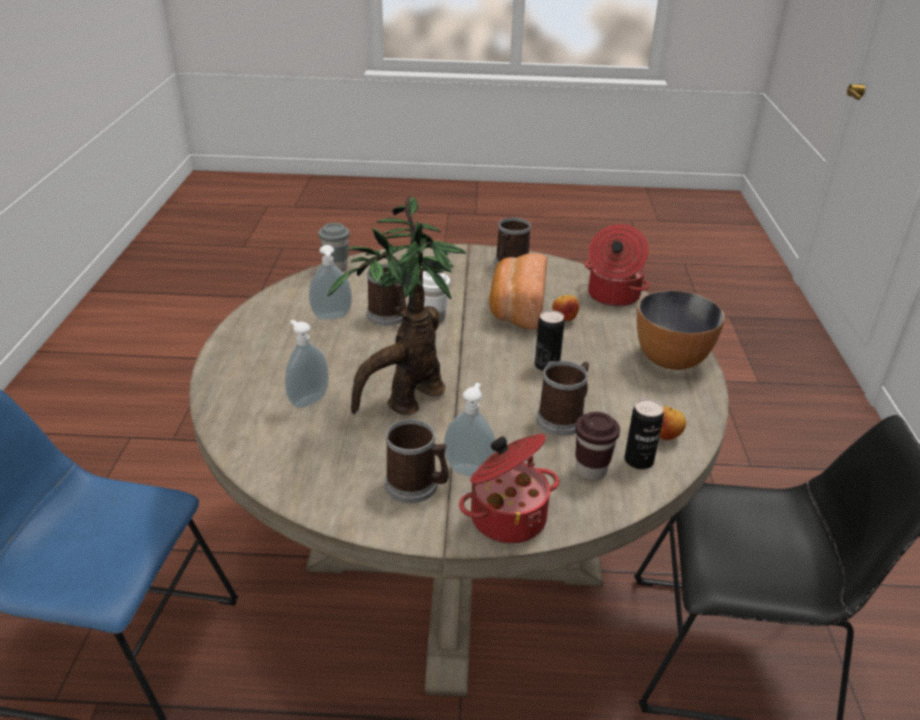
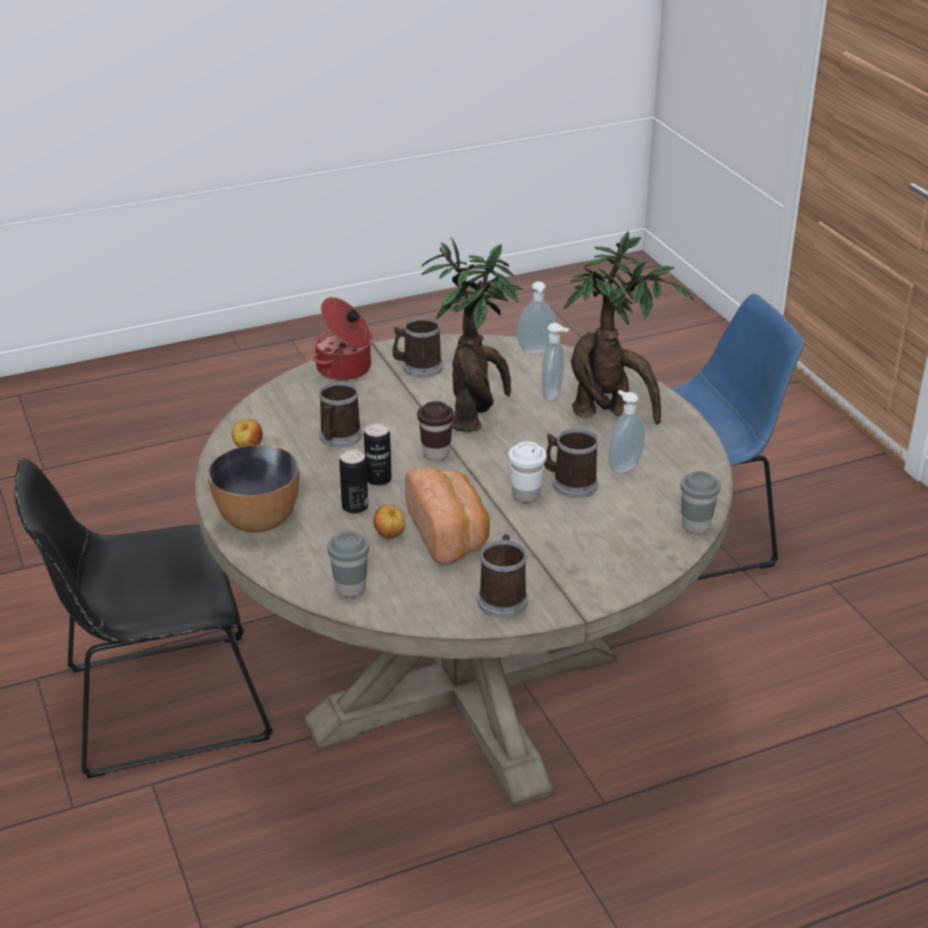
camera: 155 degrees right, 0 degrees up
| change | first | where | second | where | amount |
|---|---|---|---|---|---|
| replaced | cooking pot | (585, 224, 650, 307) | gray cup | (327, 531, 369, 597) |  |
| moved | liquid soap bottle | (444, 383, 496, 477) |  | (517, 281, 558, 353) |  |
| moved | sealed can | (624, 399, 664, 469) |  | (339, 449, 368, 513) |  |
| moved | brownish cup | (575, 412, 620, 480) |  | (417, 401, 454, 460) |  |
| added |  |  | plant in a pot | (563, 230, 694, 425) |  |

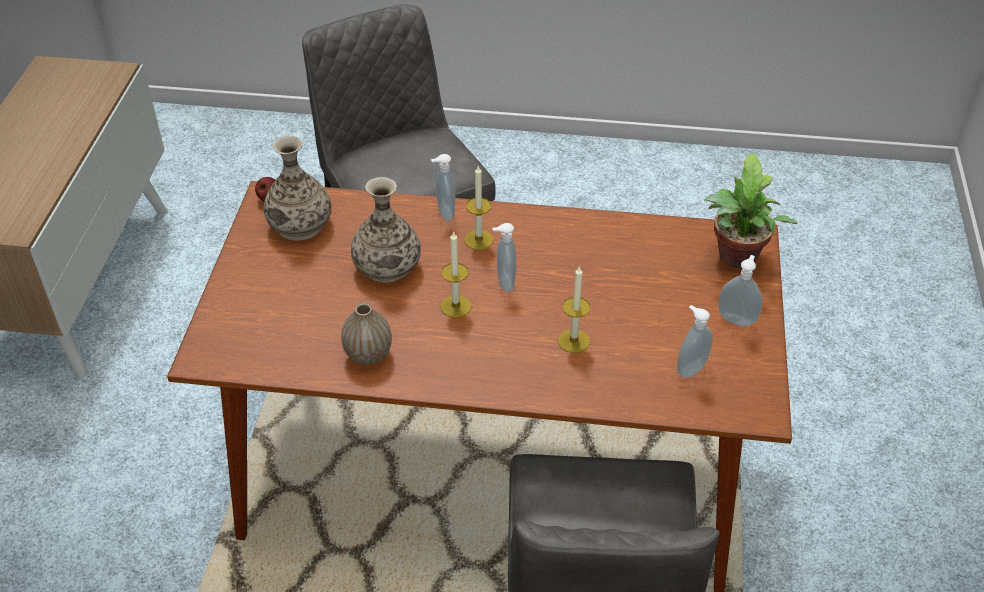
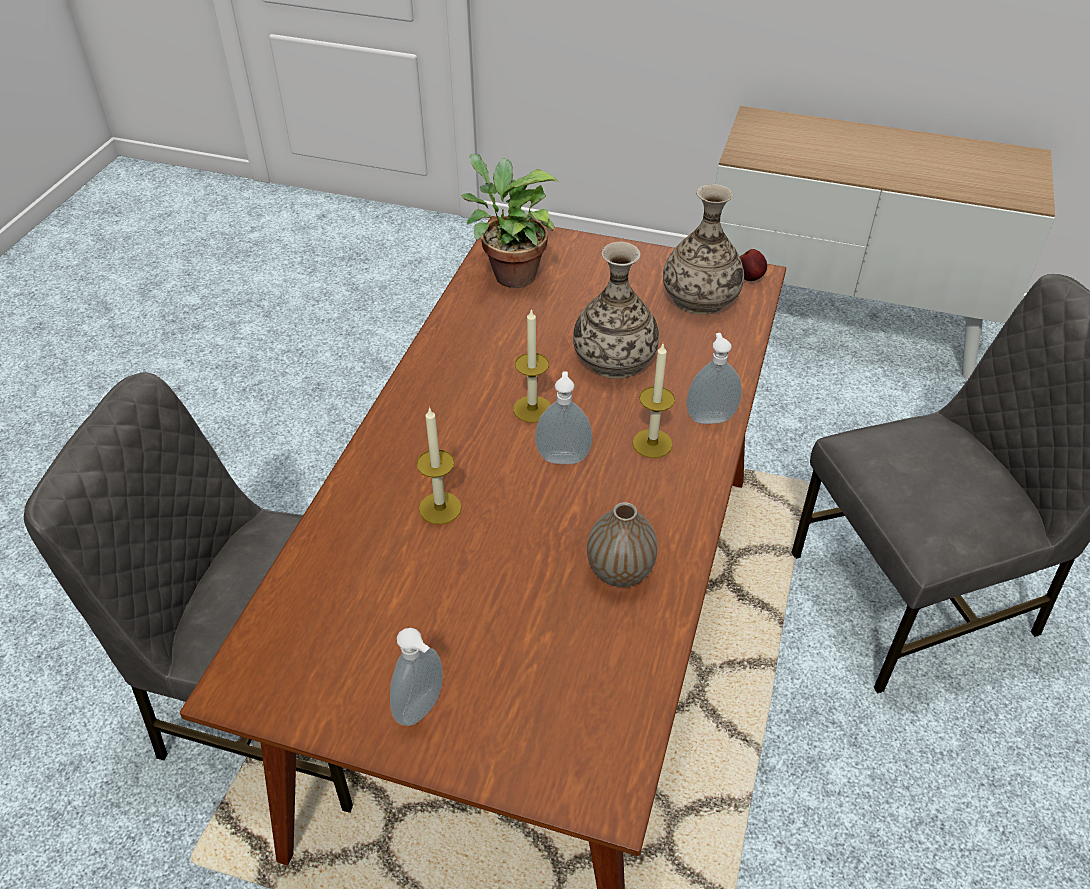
camera: 100 degrees right, 0 degrees up
| change | first | where | second | where | amount |
|---|---|---|---|---|---|
| moved | plant in a pot | (704, 153, 798, 269) |  | (461, 154, 558, 288) |  |
| moved | vase | (341, 303, 392, 365) |  | (587, 502, 658, 587) |  |
| removed | liquid soap bottle | (677, 305, 713, 378) |  |  |  |

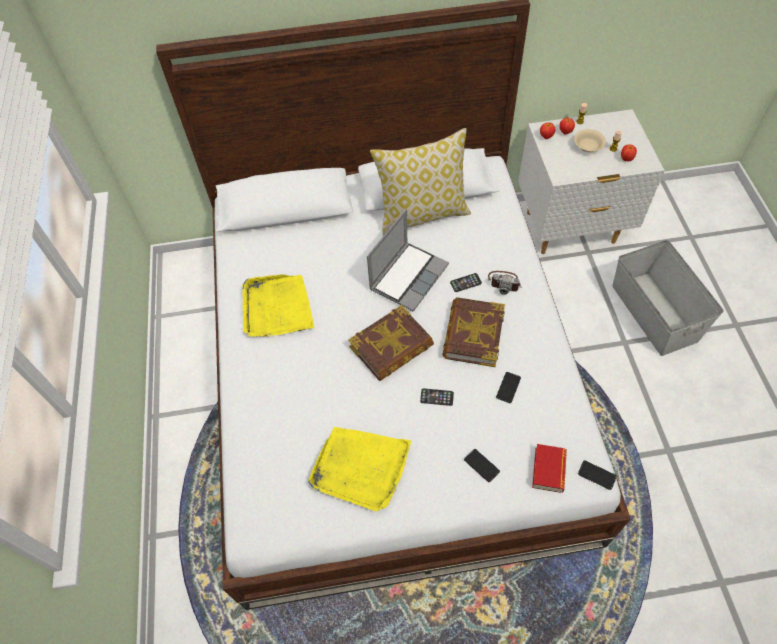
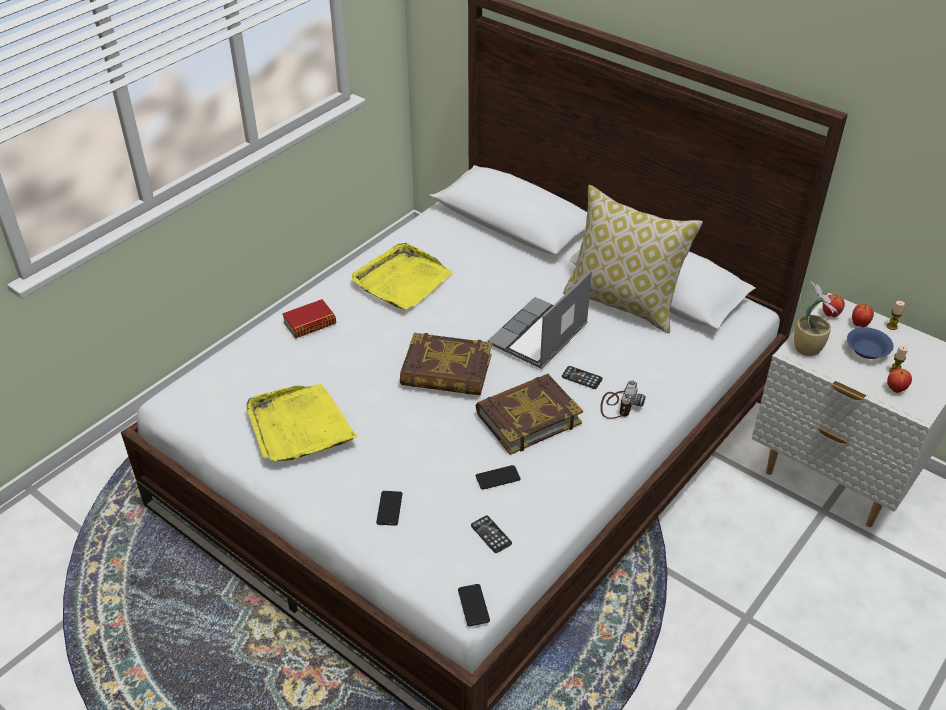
camera: 45 degrees right, 15 degrees down
| change | first | where | second | where | amount |
|---|---|---|---|---|---|
| recoloured | beige bowl | (574, 129, 606, 152) | blue-coloured bowl | (847, 327, 894, 359) |  |
| turned | laptop | (367, 209, 449, 312) |  | (488, 270, 592, 369) | 135 degrees clockwise |
| removed | gray storage bin | (613, 240, 724, 356) |  |  |  |
| turned | still camera | (488, 271, 522, 295) |  | (600, 380, 645, 419) | 135 degrees counterclockwise |
| moved | phone | (420, 388, 454, 406) |  | (471, 516, 512, 553) |  |
| moved | book | (532, 444, 567, 493) |  | (282, 299, 336, 339) |  |
| added |  |  | plant in a pot | (794, 282, 838, 356) |  |

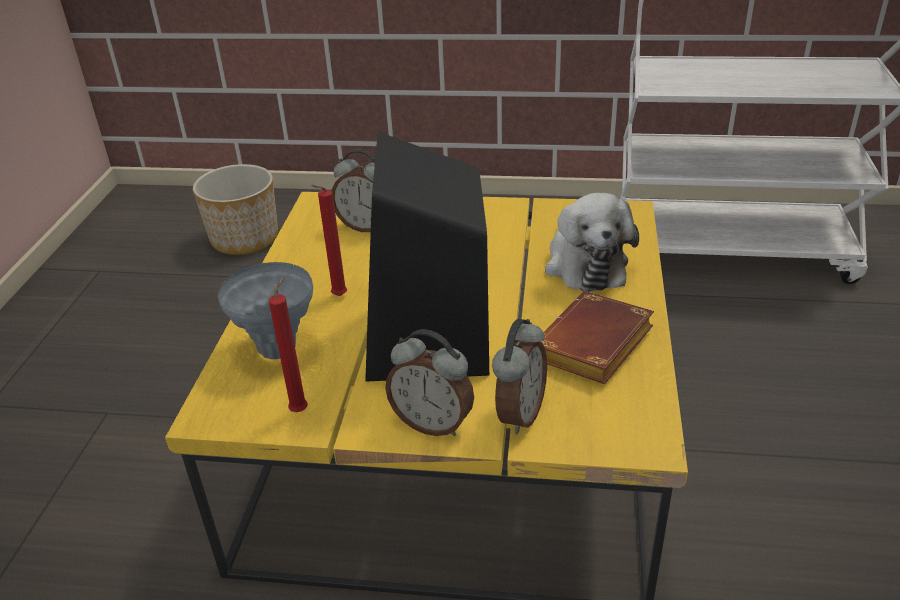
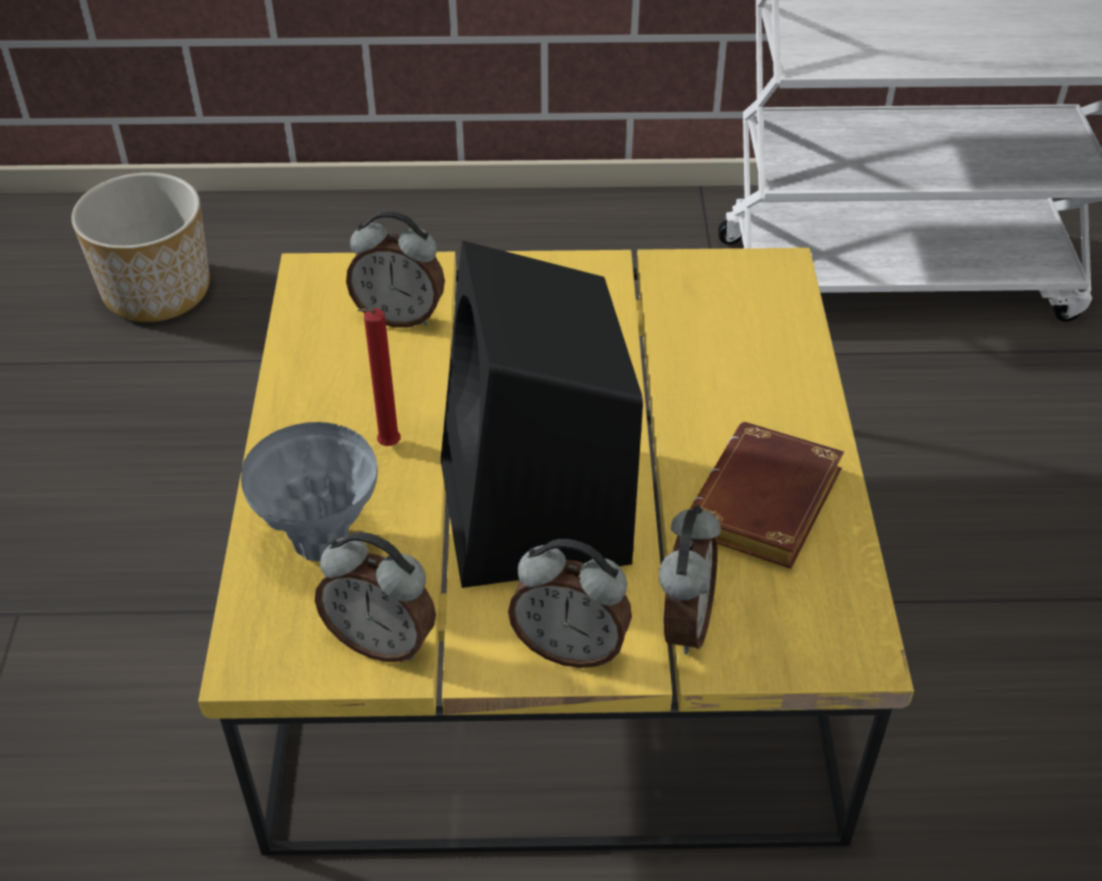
camera: 10 degrees left, 10 degrees up
| change | first | where | second | where | amount |
|---|---|---|---|---|---|
| removed | soft toy | (545, 193, 639, 292) |  |  |  |
| replaced | red-coloured wax candle | (269, 275, 308, 412) | alarm clock | (315, 532, 436, 662) |  |

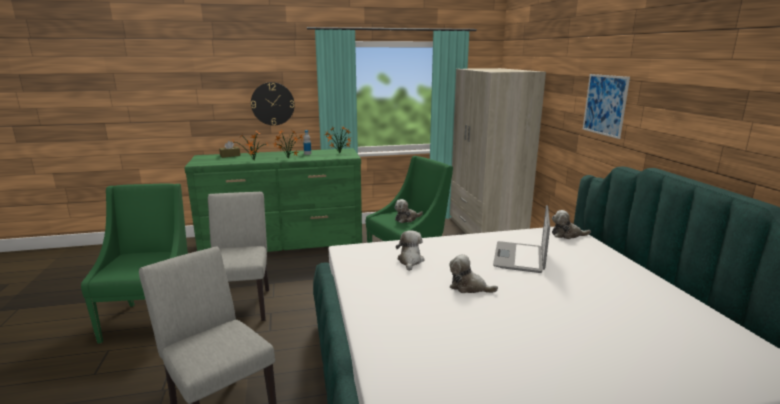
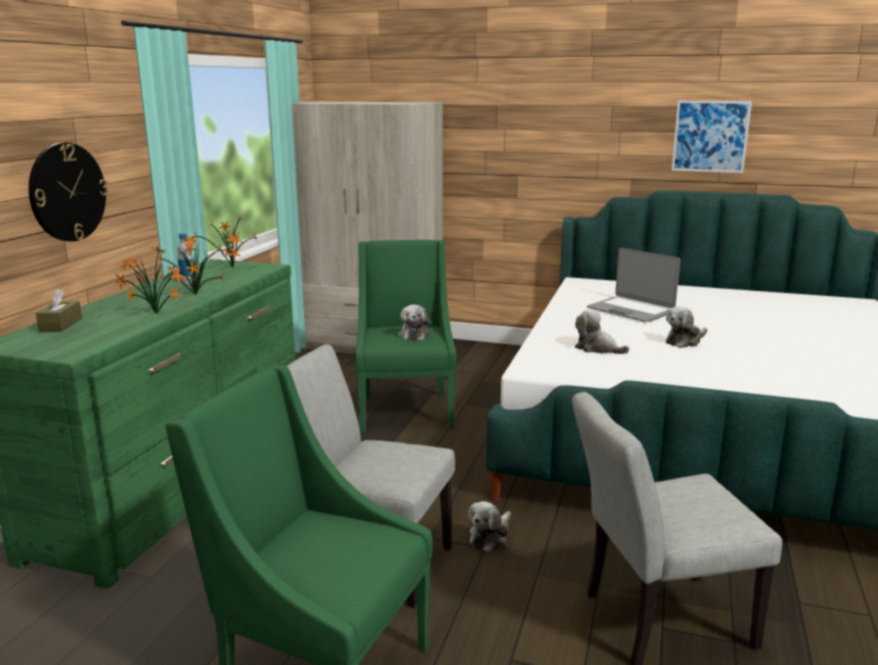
camera: 60 degrees left, 0 degrees up
| change | first | where | second | where | amount |
|---|---|---|---|---|---|
| moved | picture | (583, 74, 630, 139) |  | (672, 101, 752, 173) |  |
| moved | soft toy | (552, 210, 591, 239) |  | (468, 501, 511, 552) |  |

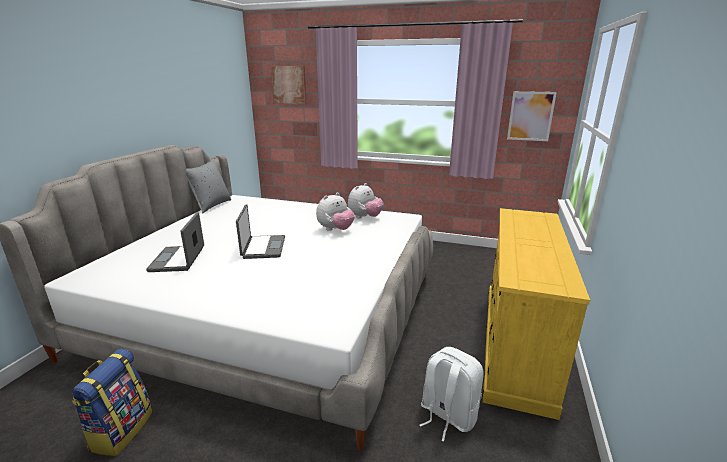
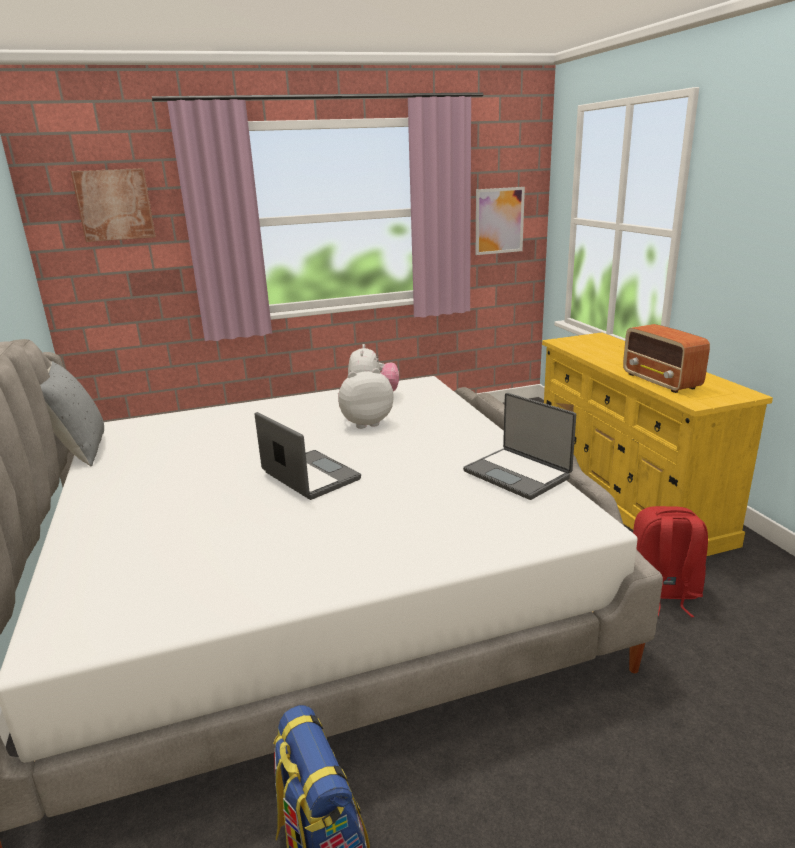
camera: 35 degrees left, 0 degrees up
| change | first | where | second | where | amount |
|---|---|---|---|---|---|
| turned | soft toy | (316, 193, 355, 231) |  | (338, 368, 393, 429) | 120 degrees counterclockwise |
| moved | laptop | (146, 212, 204, 272) |  | (463, 393, 576, 500) |  |
| recoloured | white-coloured backpack | (419, 347, 484, 442) | red-coloured backpack | (633, 506, 708, 617) |  |
| added |  |  | radio | (623, 324, 710, 393) |  |

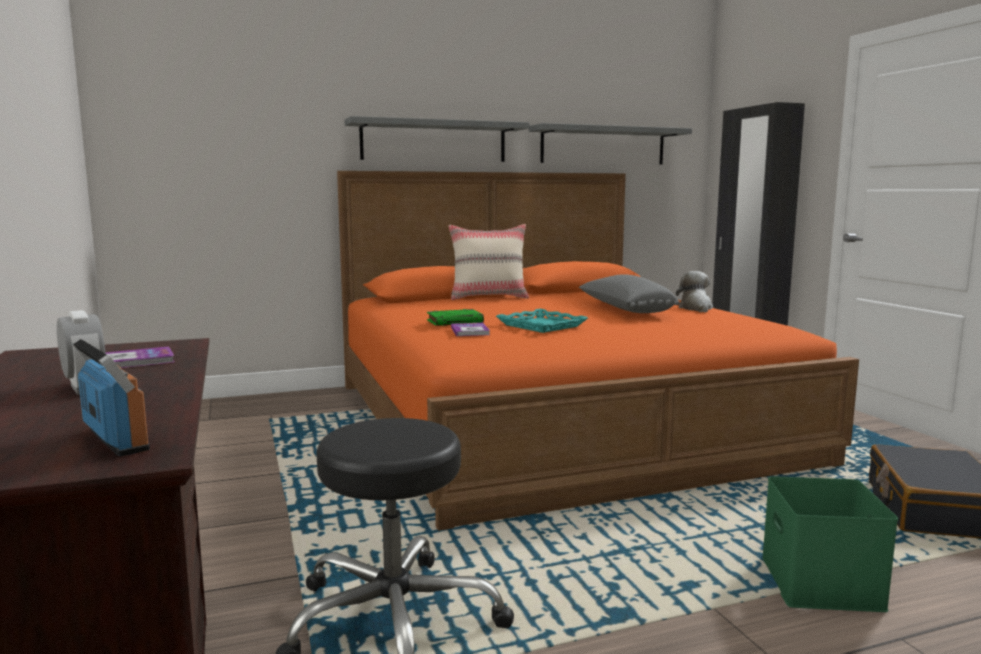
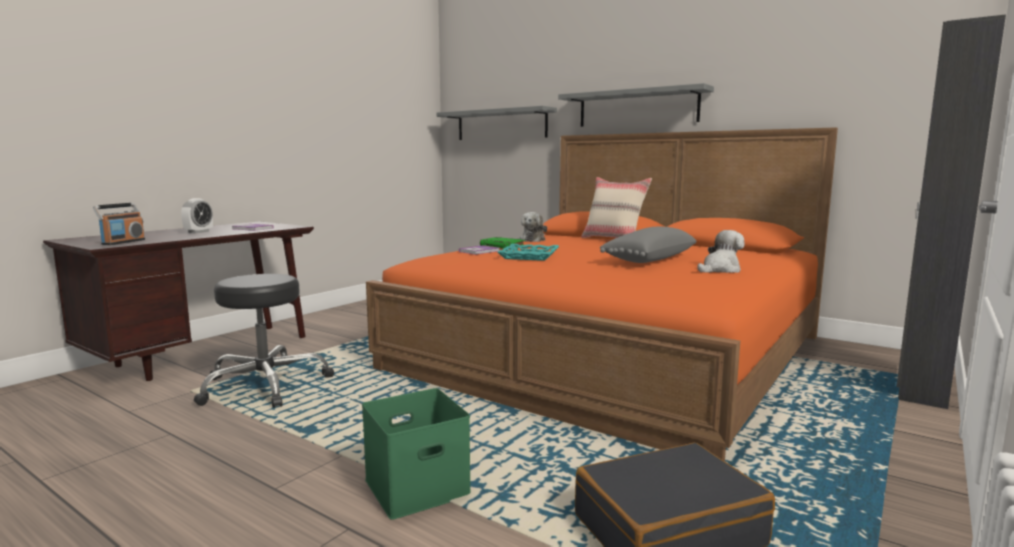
camera: 55 degrees right, 0 degrees up
| change | first | where | second | where | amount |
|---|---|---|---|---|---|
| moved | gray bracket shelf | (529, 123, 692, 164) |  | (437, 106, 557, 140) |  |
| added |  |  | soft toy | (519, 212, 547, 242) |  |

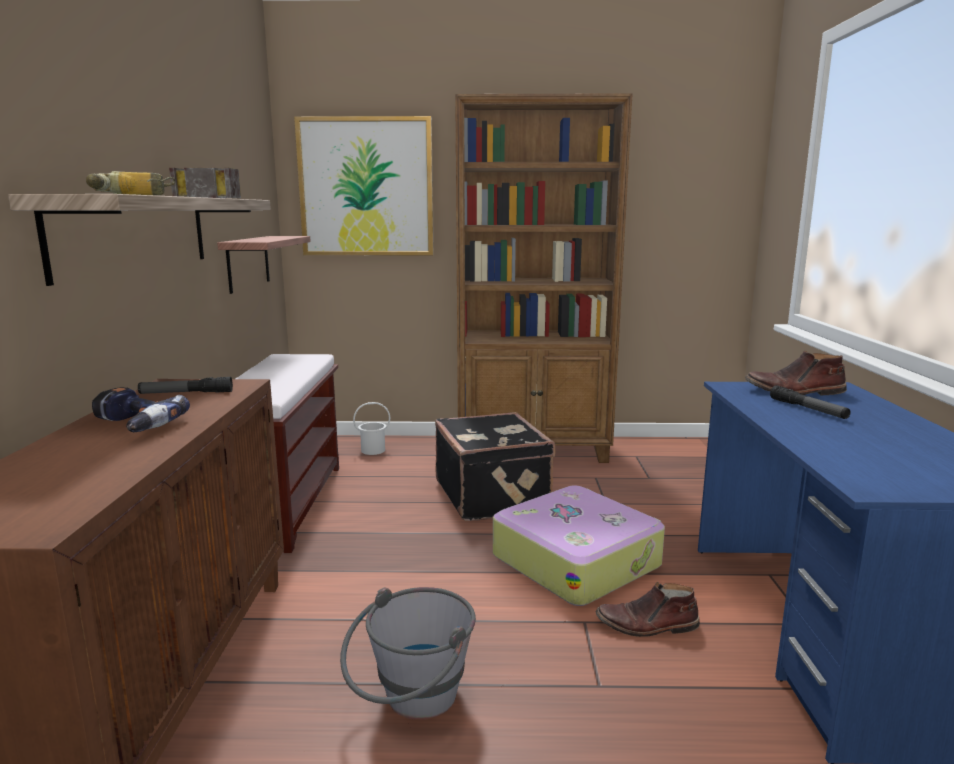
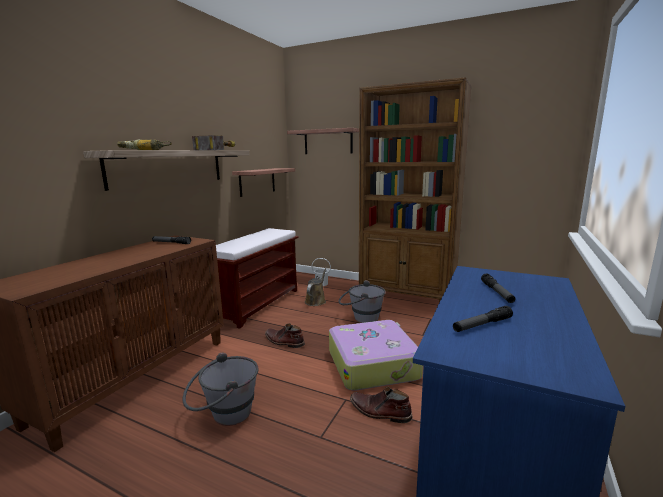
camera: 25 degrees right, 0 degrees up
| change | first | where | second | where | amount |
|---|---|---|---|---|---|
| replaced | picture | (294, 116, 434, 255) | bracket shelf | (287, 128, 359, 154) |  |
| moved | brownish high-top boot | (745, 350, 847, 395) |  | (265, 323, 305, 348) |  |
| removed | drill | (92, 387, 190, 432) |  |  |  |
| replaced | blackish suitcase | (435, 412, 555, 521) | gray pail | (338, 280, 386, 323) |  |
| added |  |  | brownish sprinkling can | (305, 267, 327, 306) |  |
| added |  |  | torch | (453, 306, 513, 332) |  |

